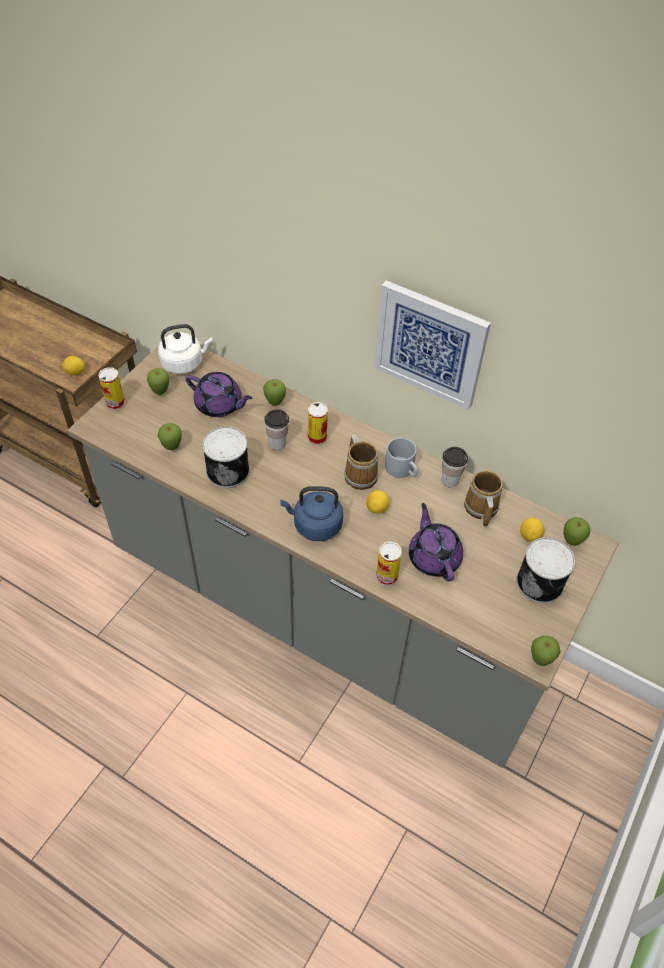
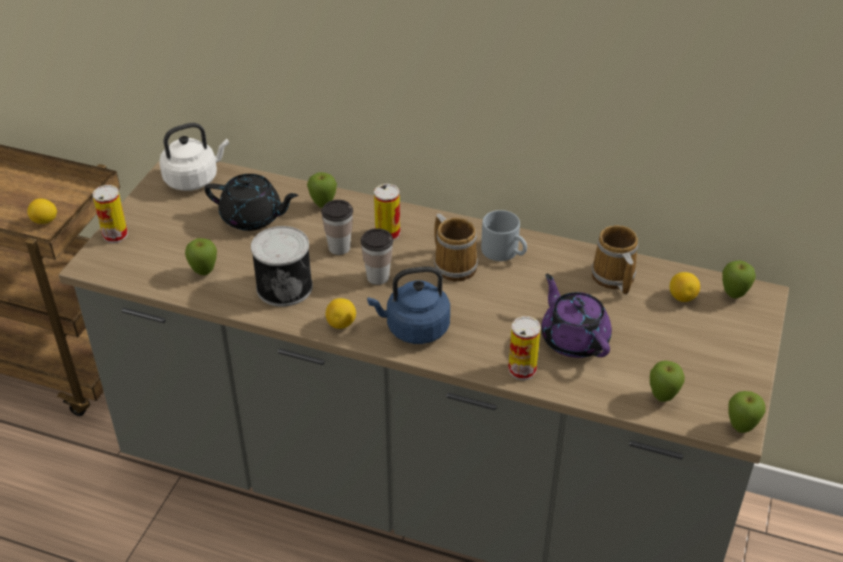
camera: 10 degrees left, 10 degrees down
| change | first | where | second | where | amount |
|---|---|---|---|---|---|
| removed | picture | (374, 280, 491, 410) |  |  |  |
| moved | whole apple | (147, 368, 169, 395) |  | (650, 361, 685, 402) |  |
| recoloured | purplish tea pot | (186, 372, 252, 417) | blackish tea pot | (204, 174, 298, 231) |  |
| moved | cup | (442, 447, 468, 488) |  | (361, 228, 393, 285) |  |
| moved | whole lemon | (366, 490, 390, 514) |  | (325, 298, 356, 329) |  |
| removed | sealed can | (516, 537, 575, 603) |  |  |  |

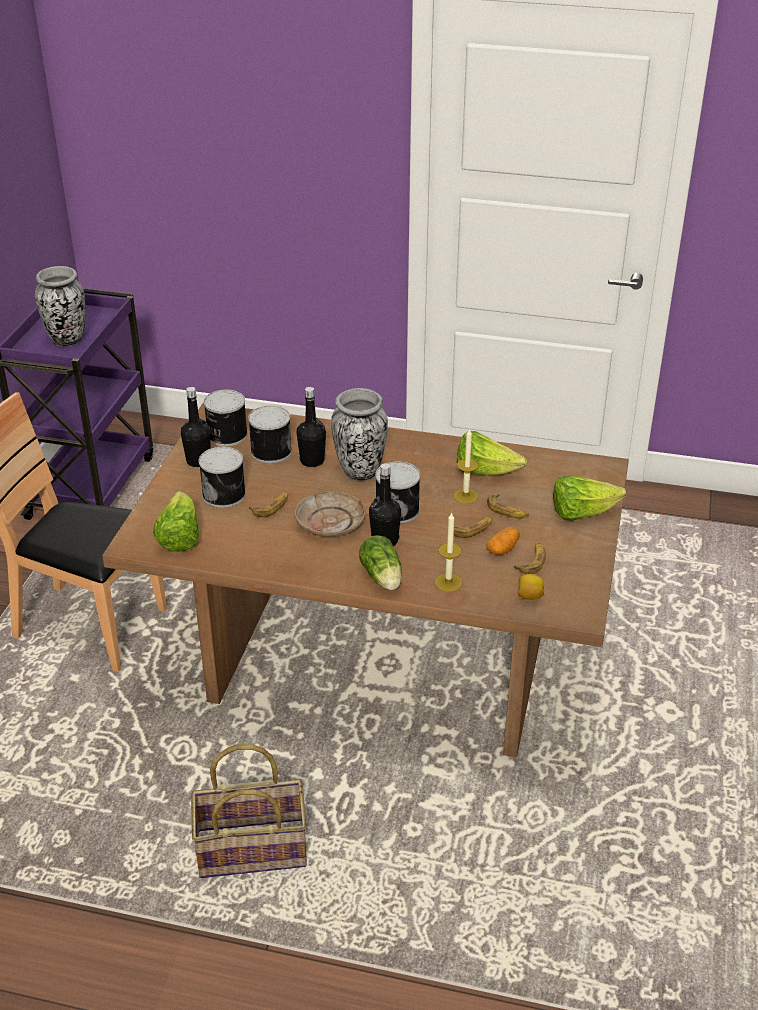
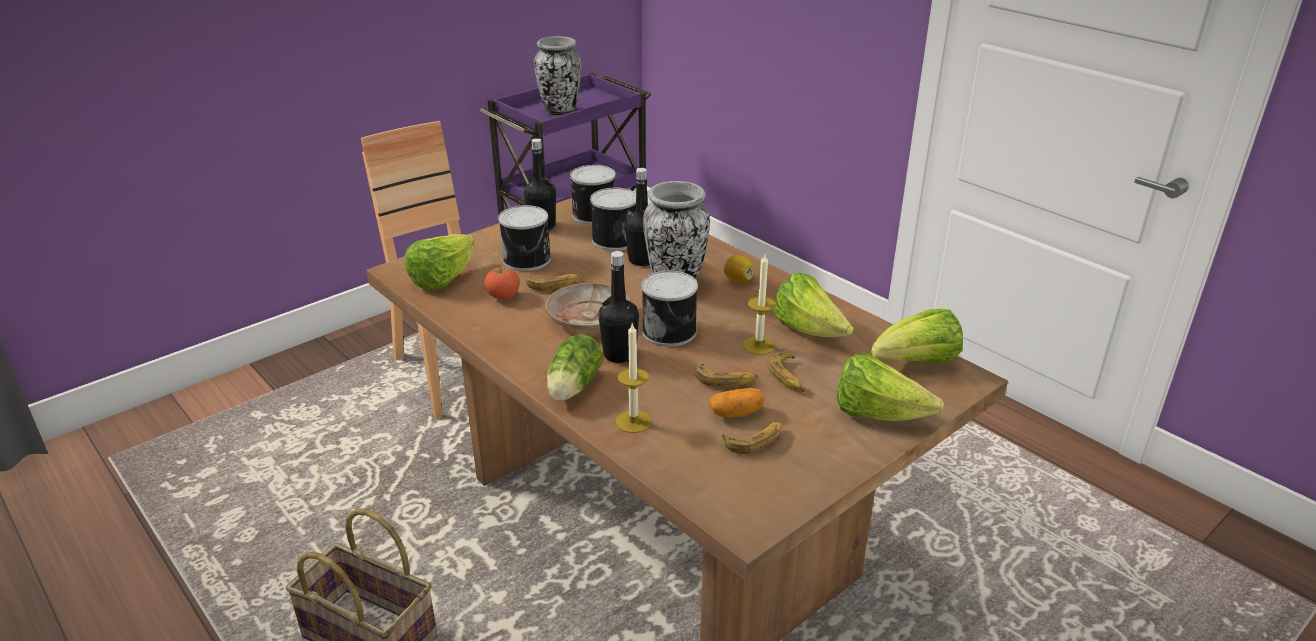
camera: 35 degrees right, 5 degrees down
| change | first | where | second | where | amount |
|---|---|---|---|---|---|
| moved | whole lemon | (518, 574, 545, 600) |  | (723, 255, 754, 283) |  |
| added |  |  | tomato | (484, 267, 520, 299) |  |
| added |  |  | head of lettuce | (871, 309, 963, 363) |  |

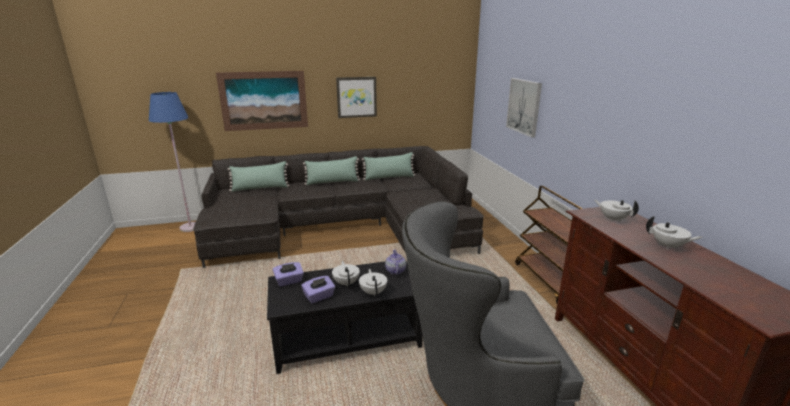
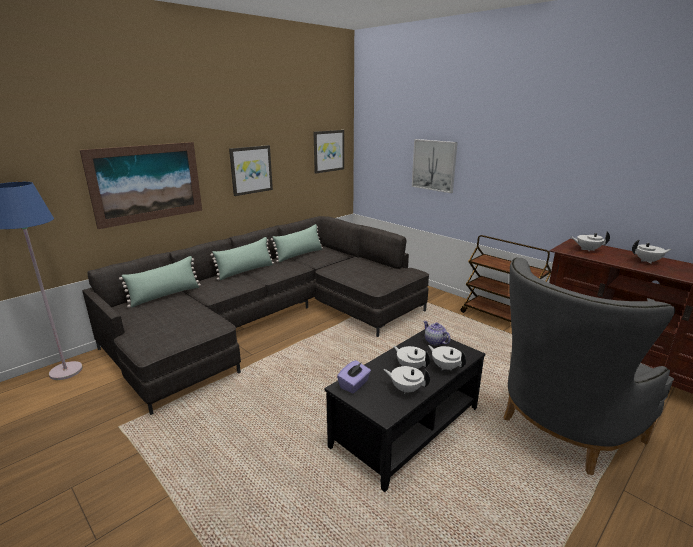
camera: 30 degrees left, 0 degrees up
| change | first | where | second | where | amount |
|---|---|---|---|---|---|
| replaced | purplish box of tissues | (302, 276, 335, 303) | white-coloured tea pot | (383, 366, 430, 394) |  |
| added |  |  | picture | (313, 130, 344, 174) |  |

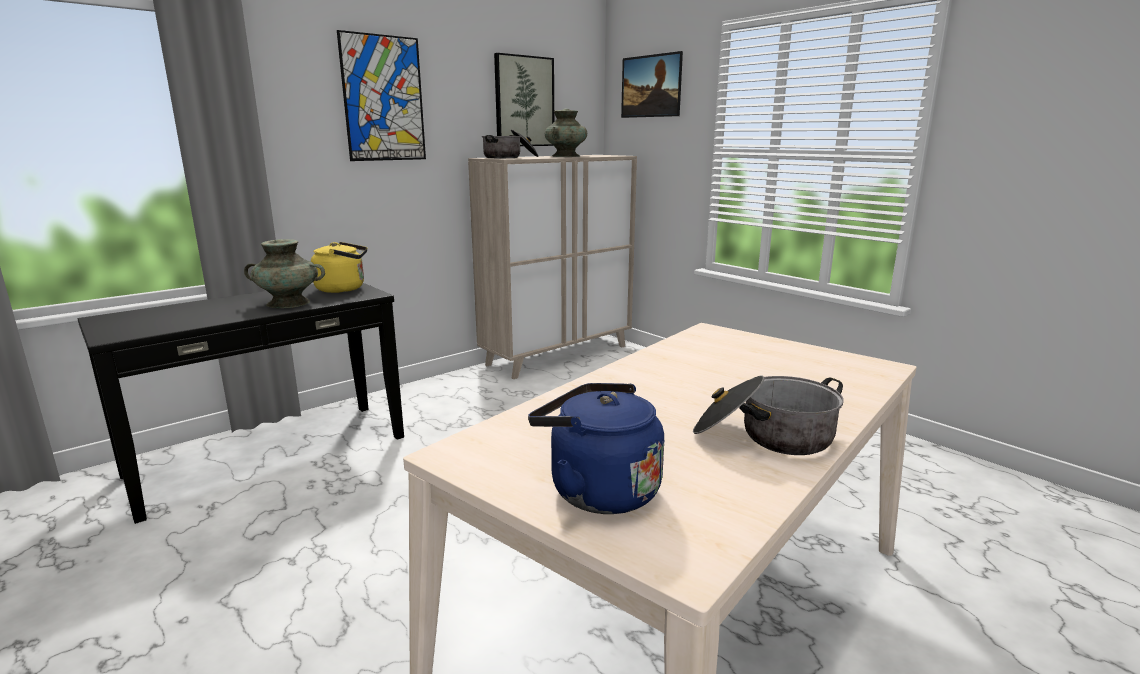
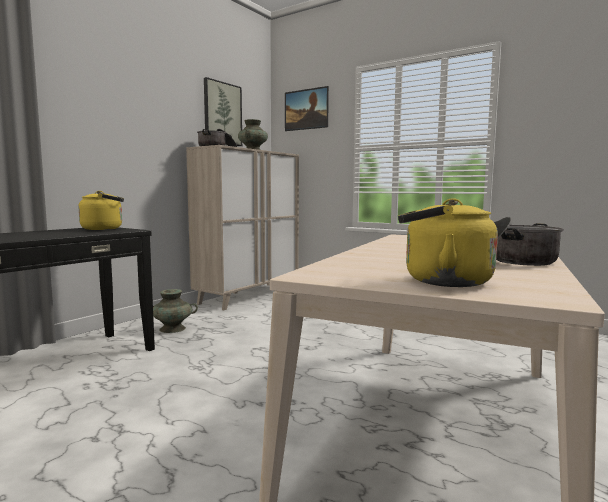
camera: 15 degrees left, 10 degrees down
| change | first | where | second | where | amount |
|---|---|---|---|---|---|
| removed | picture | (337, 30, 426, 161) |  |  |  |
| moved | blue-green vase | (244, 239, 325, 308) |  | (153, 289, 198, 333) |  |
| recoloured | blue-coloured kettle | (528, 383, 664, 514) | yellow kettle | (398, 198, 498, 287) |  |

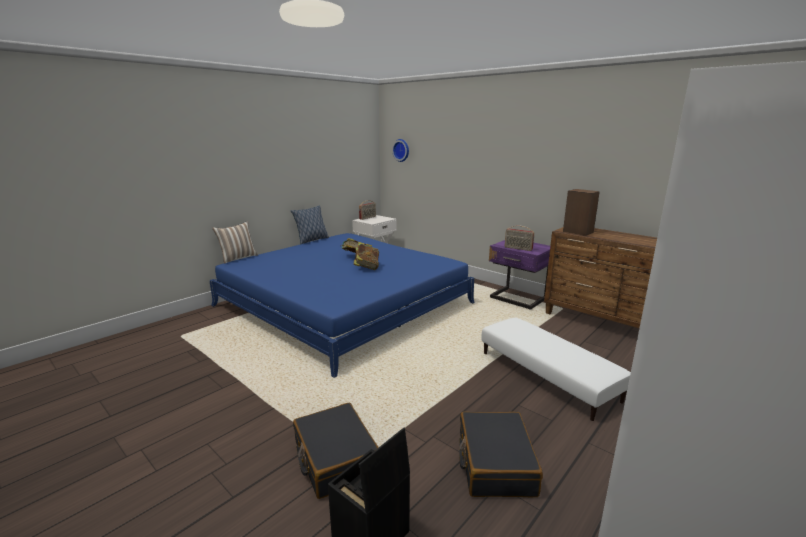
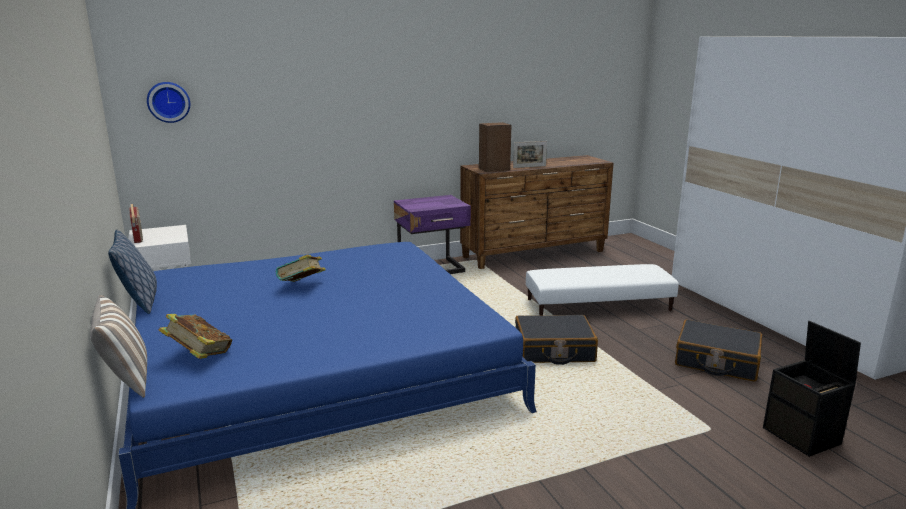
camera: 65 degrees left, 0 degrees up
| change | first | where | second | where | amount |
|---|---|---|---|---|---|
| removed | radio | (505, 226, 534, 251) |  |  |  |
| moved | book | (354, 242, 379, 270) |  | (159, 314, 232, 359) |  |
| moved | blackish suitcase | (293, 403, 379, 499) |  | (515, 315, 598, 365) |  |
| added |  |  | standing frame | (513, 141, 547, 168) |  |

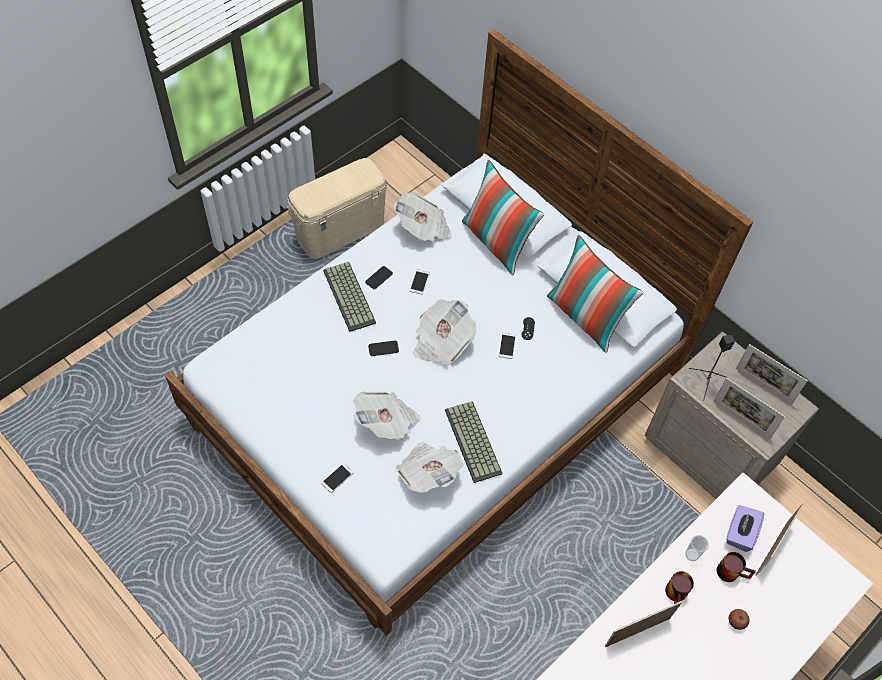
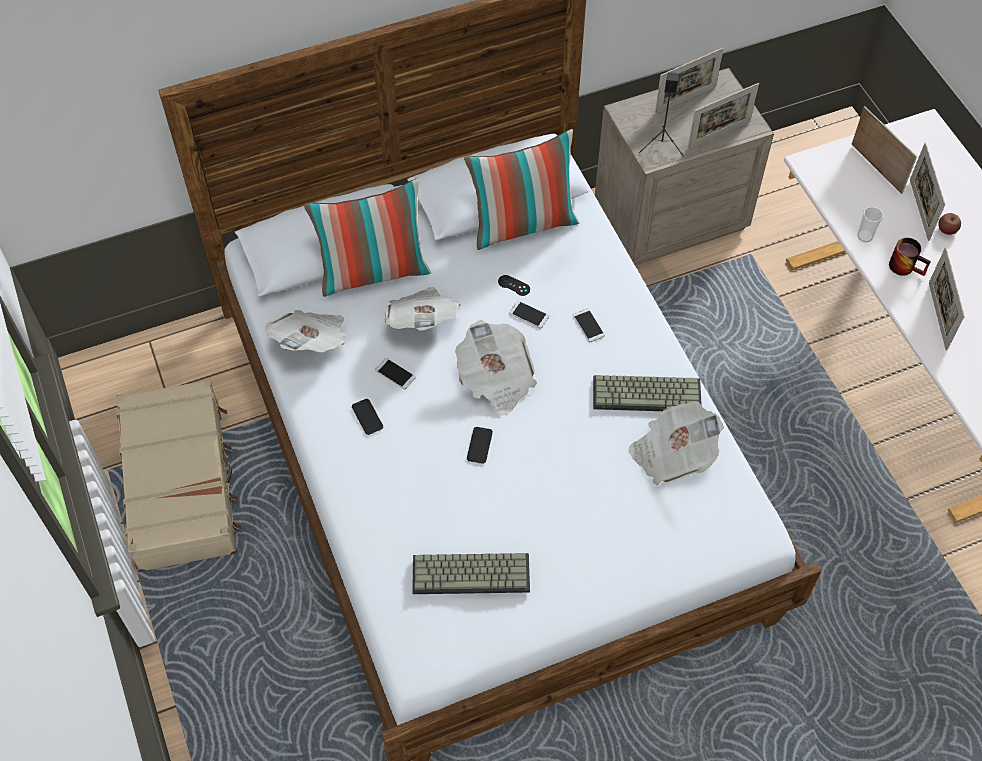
camera: 65 degrees left, 0 degrees up
| change | first | where | second | where | amount |
|---|---|---|---|---|---|
| replaced | beige storage bin | (287, 158, 388, 259) | beige suitcase | (116, 379, 242, 572) |  |
| moved | keyboard | (323, 262, 376, 332) |  | (412, 553, 530, 594) |  |
| moved | newspaper | (353, 391, 421, 440) |  | (384, 287, 461, 331) |  |
| moved | phone | (321, 463, 354, 493) |  | (573, 308, 605, 342) |  |
| removed | purplish box of tissues | (726, 505, 765, 552) |  |  |  |
| removed | coffee mug | (717, 552, 756, 582) |  |  |  |
| added |  |  | standing frame | (910, 143, 945, 241) |  |

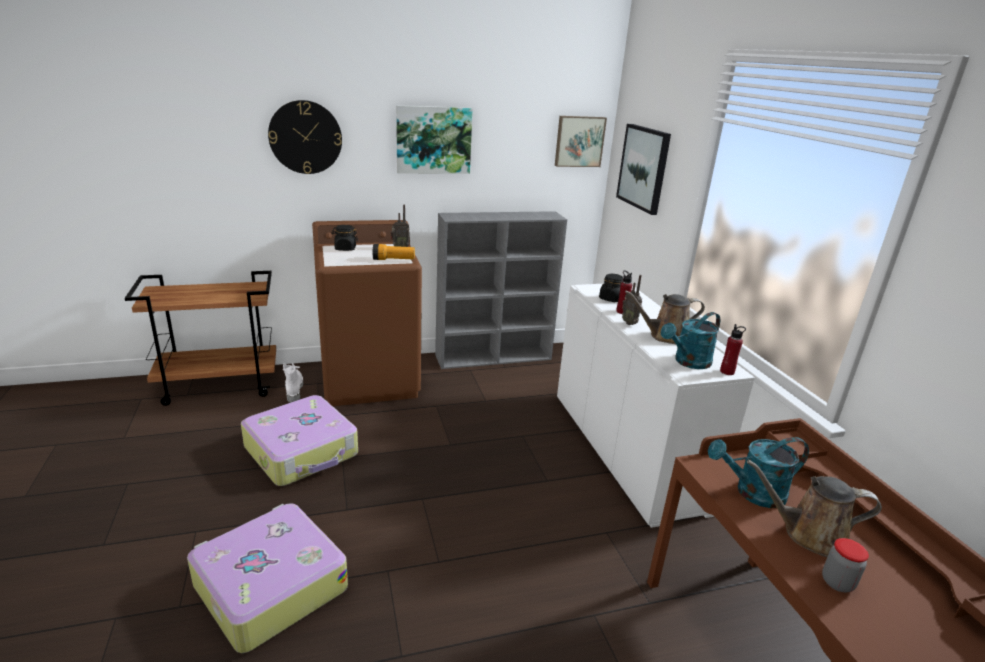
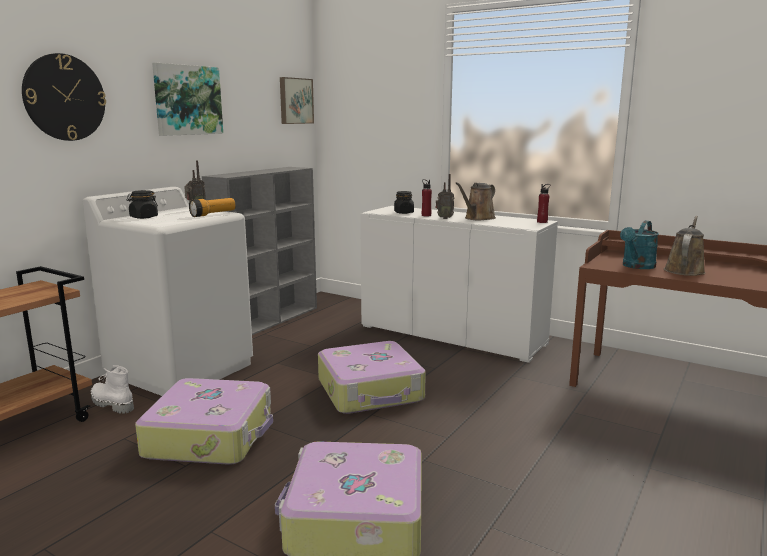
camera: 40 degrees left, 10 degrees down
| change | first | where | second | where | amount |
|---|---|---|---|---|---|
| removed | picture | (616, 124, 671, 215) |  |  |  |
| recoloured | brownish laundry appliance | (312, 220, 422, 406) | white-coloured laundry appliance | (83, 187, 253, 396) |  |
| removed | blue-green sprinkling can | (661, 312, 720, 369) |  |  |  |
| turned | brownish sprinkling can | (747, 460, 882, 557) |  | (664, 216, 705, 276) | 150 degrees clockwise |
| removed | jar | (822, 538, 869, 592) |  |  |  |
| added |  |  | suitcase | (318, 341, 426, 414) |  |

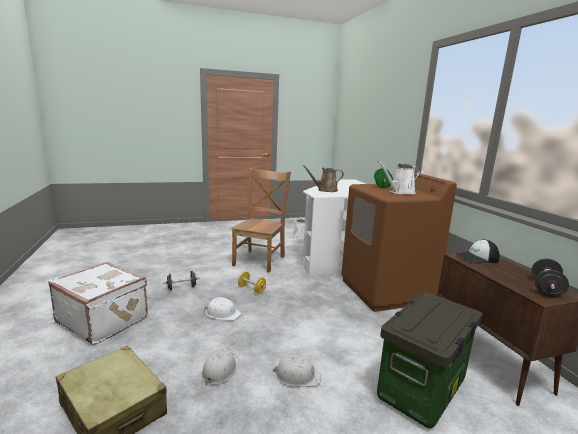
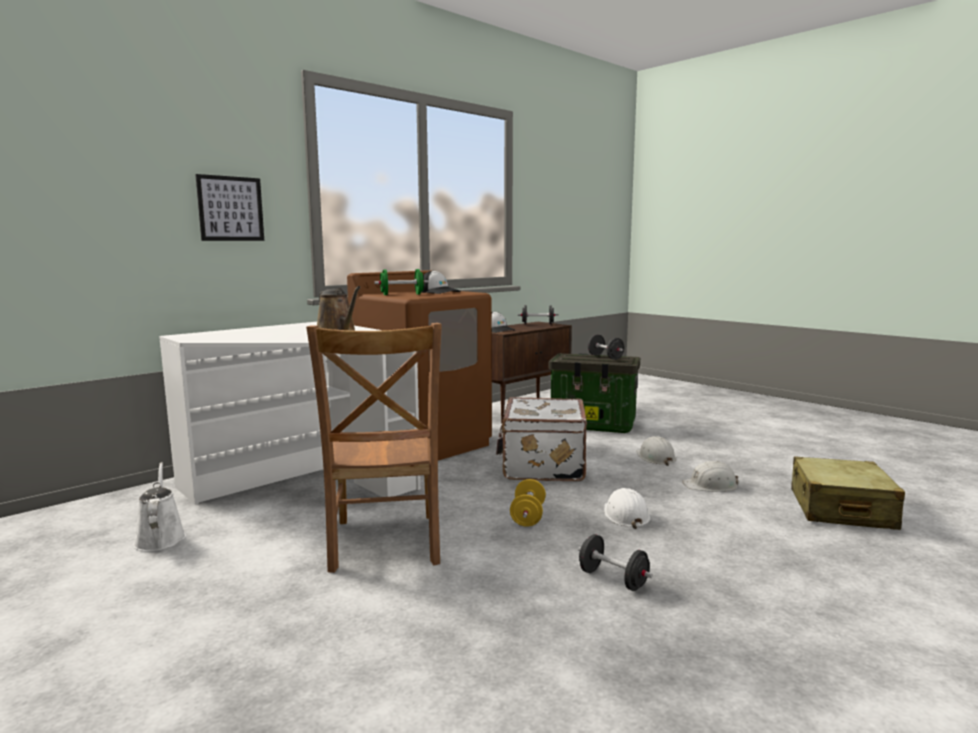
camera: 115 degrees left, 5 degrees down
| change | first | where | second | where | amount |
|---|---|---|---|---|---|
| replaced | white-coloured sprinkling can | (378, 161, 420, 195) | cap | (421, 270, 460, 294) |  |
| turned | brownish plain chair | (231, 168, 291, 273) |  | (306, 323, 442, 573) | 90 degrees counterclockwise |
| moved | white-coloured suitcase | (49, 262, 148, 345) |  | (496, 397, 587, 481) |  |
| added |  |  | picture | (195, 174, 264, 241) |  |
| added |  |  | blackish dumbbell | (588, 334, 624, 360) |  |

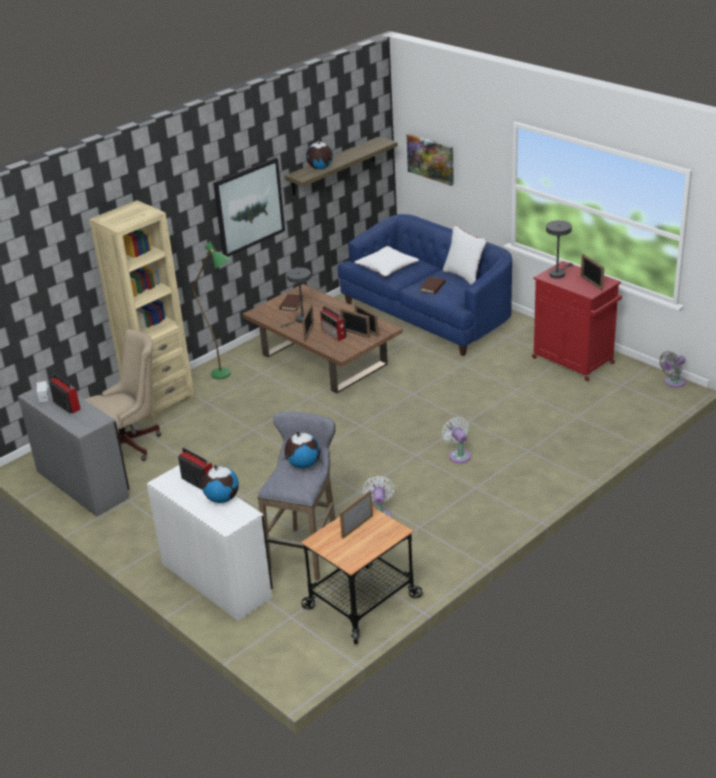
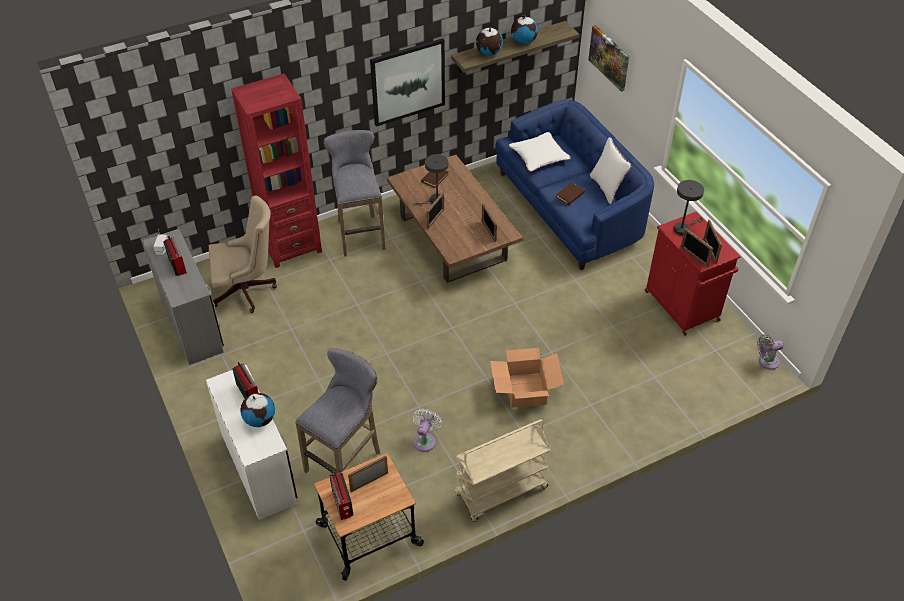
camera: 15 degrees right, 15 degrees up
| change | first | where | second | where | amount |
|---|---|---|---|---|---|
| recoloured | beige bookcase | (89, 200, 195, 421) | red-coloured bookcase | (231, 74, 322, 268) |  |
| replaced | green-coloured standing lamp | (193, 241, 231, 379) | gray sitting stool | (324, 130, 385, 256) |  |
| moved | radio | (320, 306, 346, 341) |  | (330, 471, 353, 520) |  |
| moved | standing frame | (340, 308, 370, 338) |  | (681, 228, 713, 267) |  |
| replaced | white-coloured electric fan | (441, 417, 471, 463) | carton | (490, 348, 564, 408) |  |
| moved | desk globe | (285, 432, 320, 468) |  | (511, 15, 538, 44) |  |
| added |  |  | beige trolley | (455, 419, 550, 521) |  |

